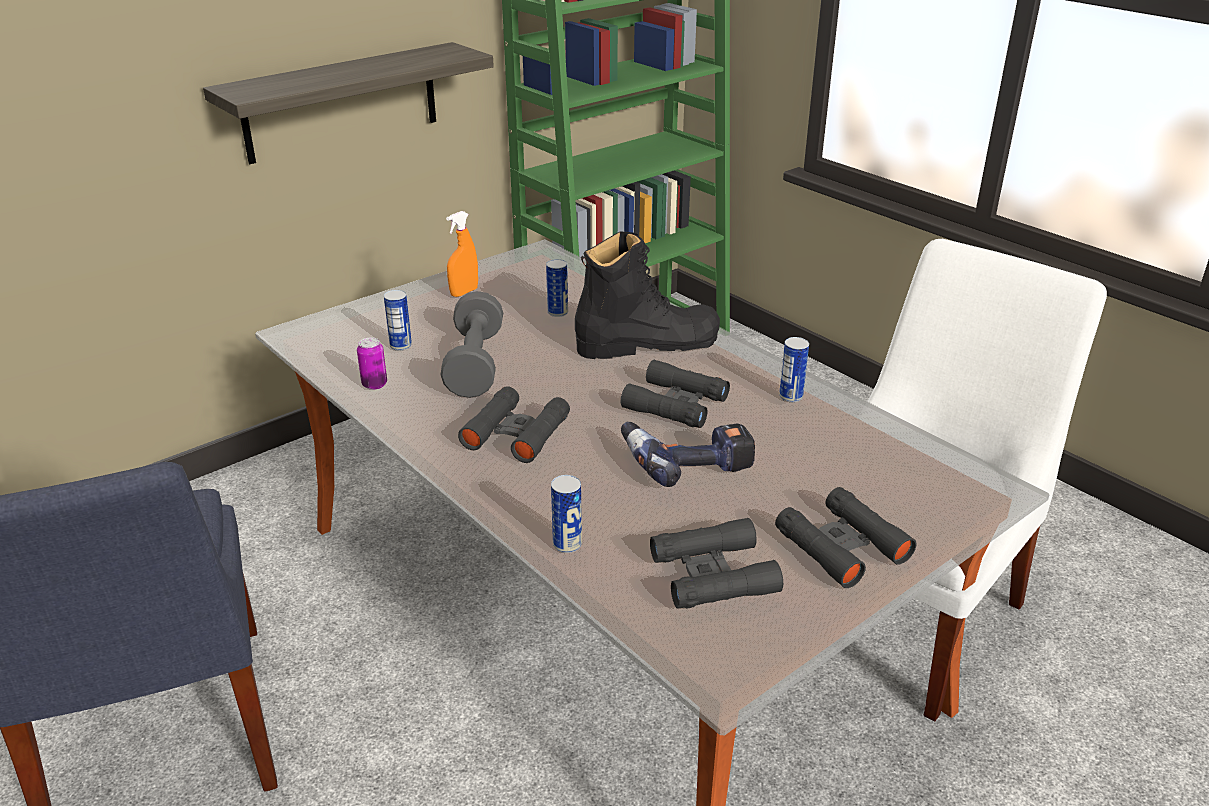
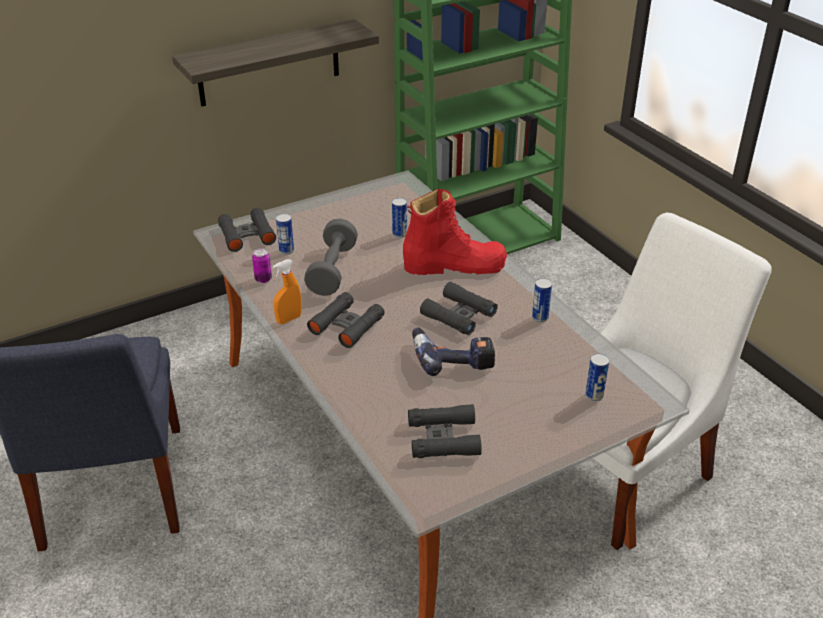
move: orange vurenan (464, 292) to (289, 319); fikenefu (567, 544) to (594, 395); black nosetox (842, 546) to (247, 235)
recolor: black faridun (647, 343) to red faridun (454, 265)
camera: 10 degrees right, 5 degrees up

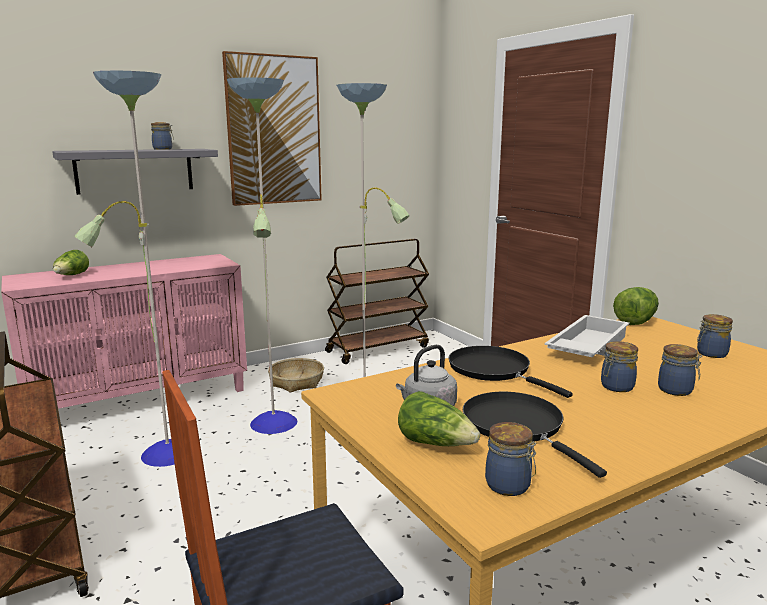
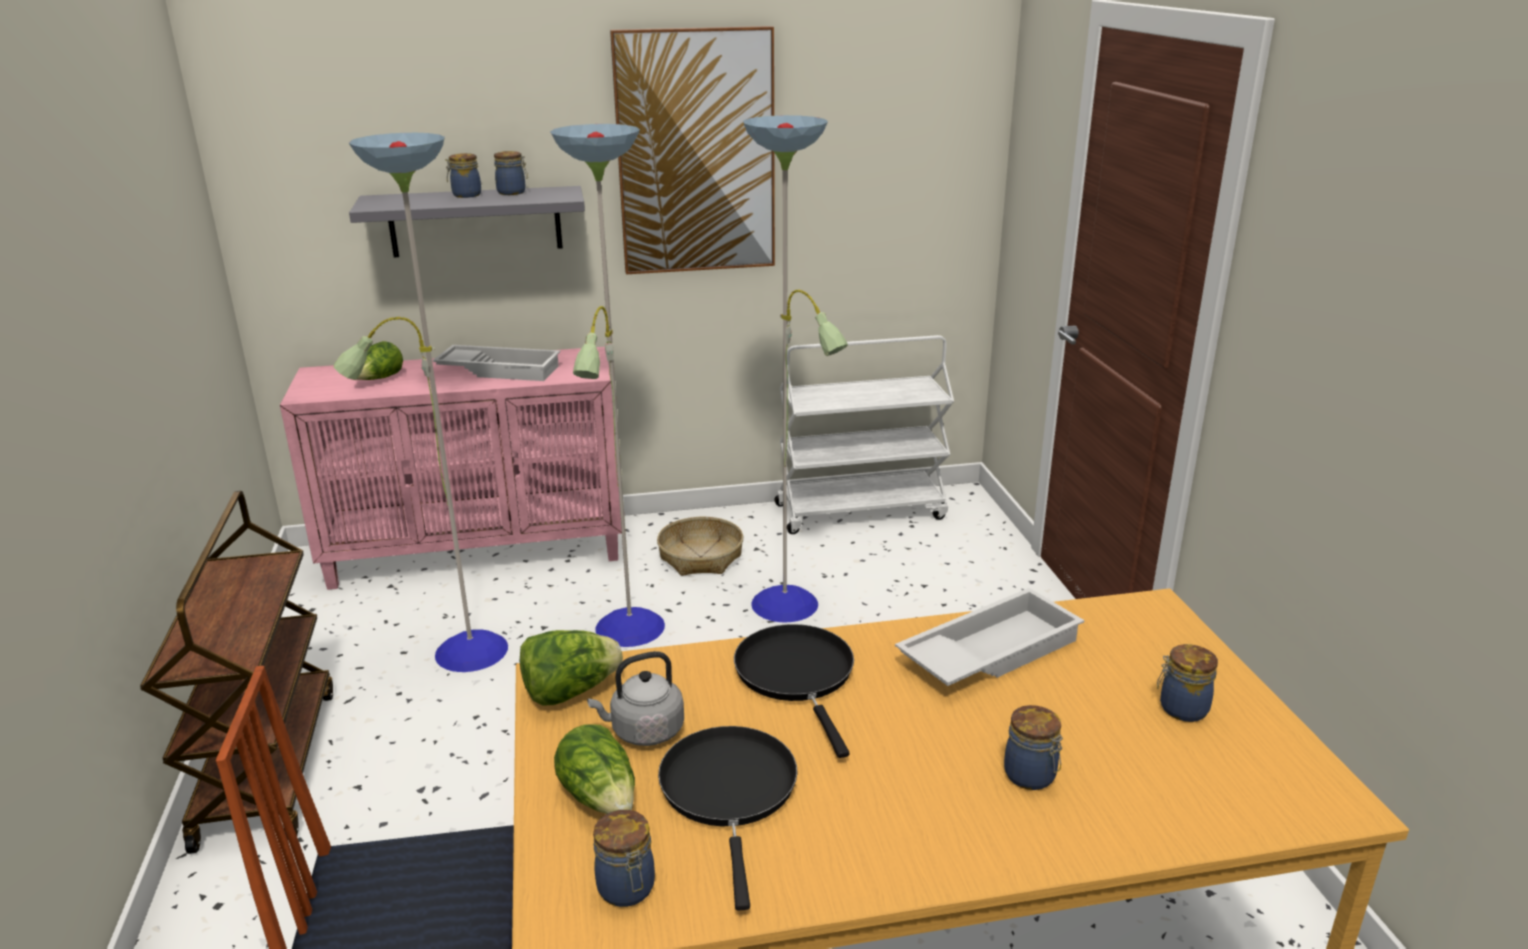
insert: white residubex (500, 369)
move: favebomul (616, 387) to (465, 195); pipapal (636, 321) to (570, 692)
recolor: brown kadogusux (378, 349) to white kadogusux (861, 511)
camera: 20 degrees right, 10 degrees up

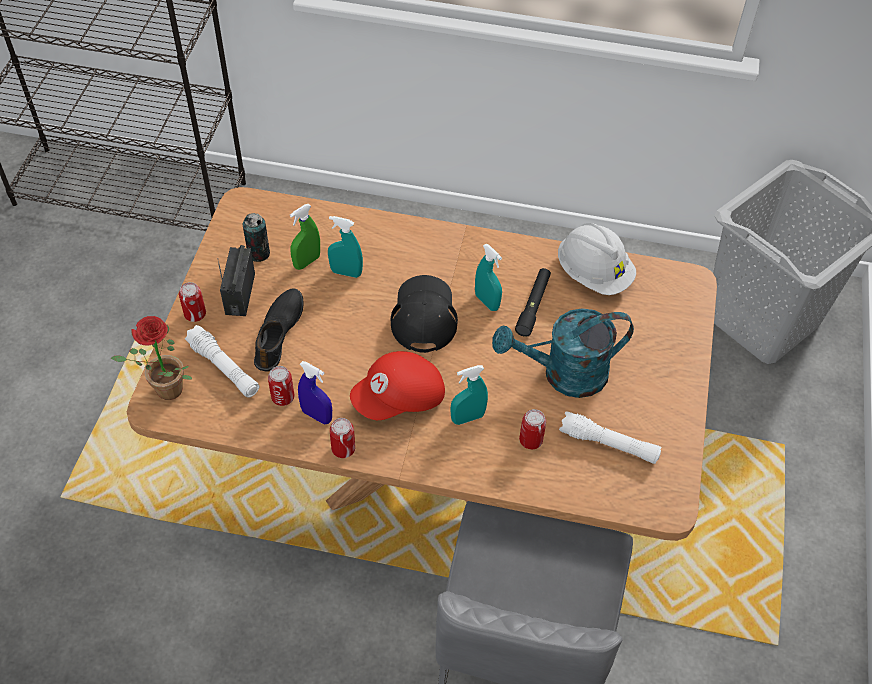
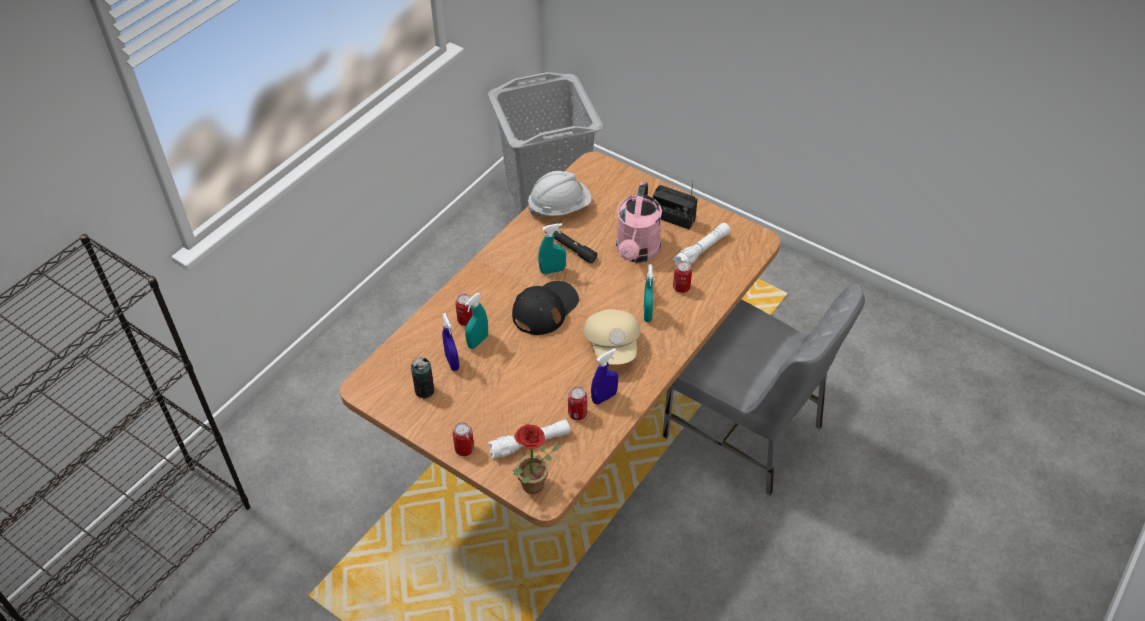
delete: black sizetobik (279, 333)
move: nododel (240, 294) to (673, 218); fikenefu (343, 449) to (466, 320)
recolor: green vurenan (307, 262) to blue vurenan (452, 362); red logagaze (400, 399) to beige logagaze (613, 345); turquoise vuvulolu (563, 375) to pink vuvulolu (637, 253)
rotate: black logagaze (424, 315) = (545, 308) 105 degrees clockwise
camera: 65 degrees left, 5 degrees down

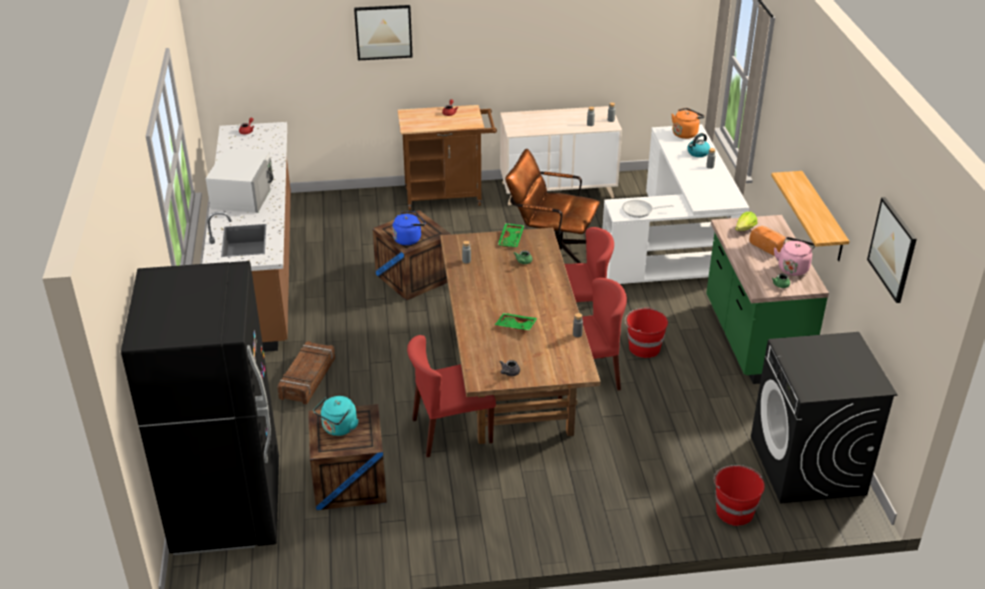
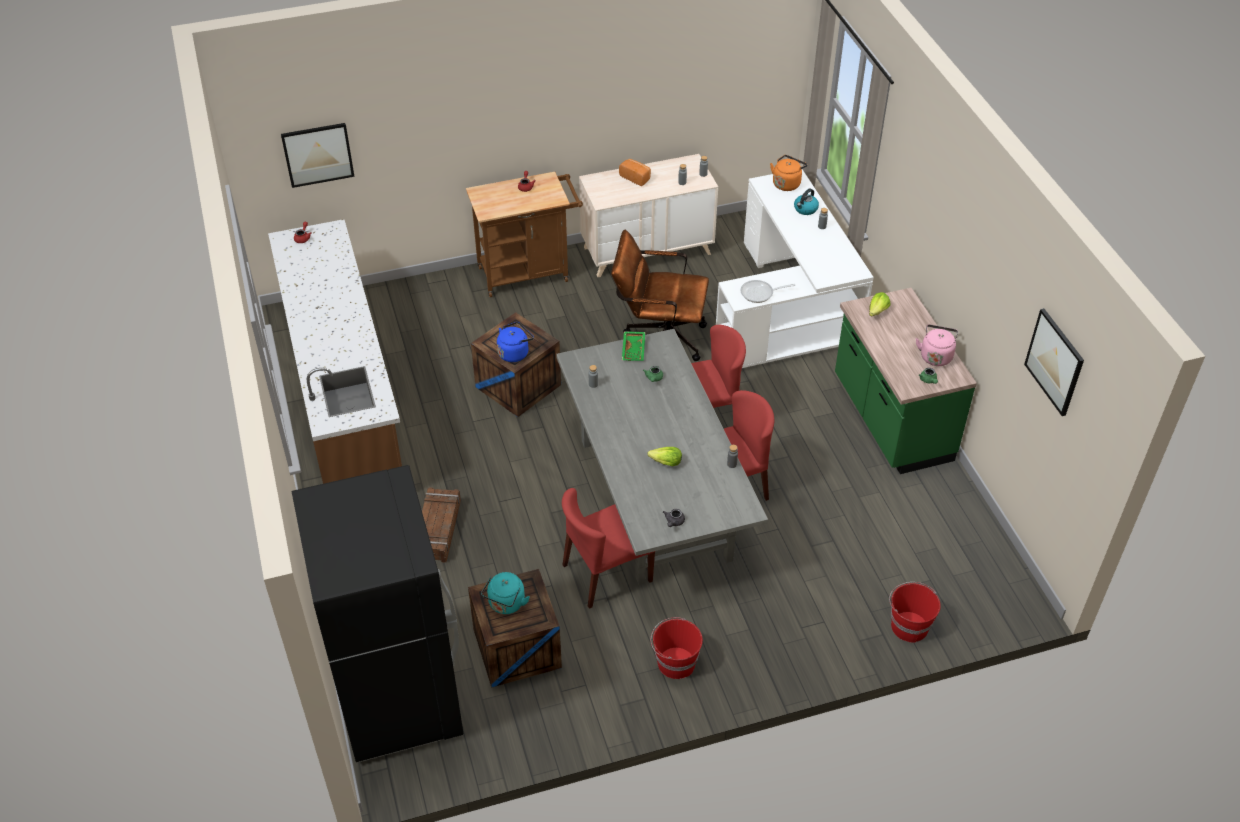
delete: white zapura (243, 194); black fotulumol (808, 466); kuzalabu (822, 217)
move: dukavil (383, 32) to (318, 154); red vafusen (643, 347) to (675, 662); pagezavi (767, 246) to (636, 177)
replace: green residubex (515, 326) to pipapal (666, 462)
recolor: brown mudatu (513, 378) to grey mudatu (655, 500)
camera: 10 degrees left, 10 degrees up

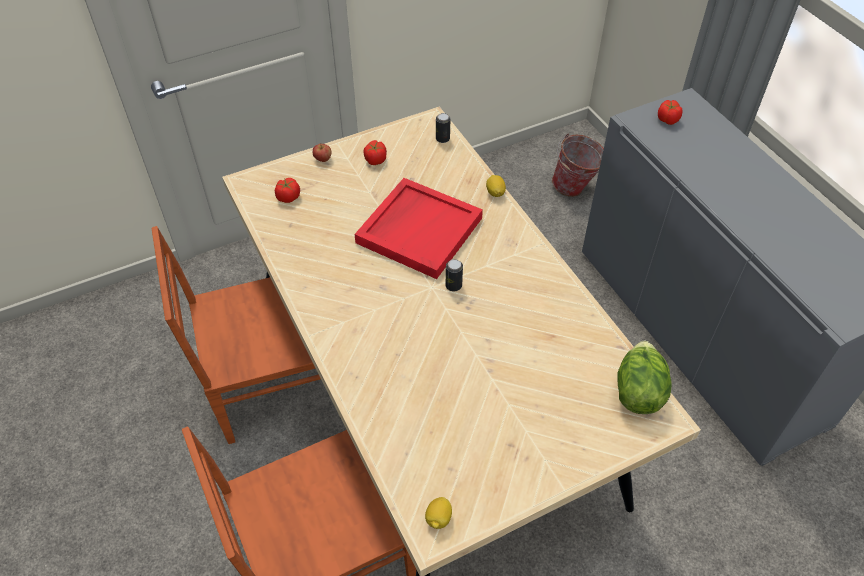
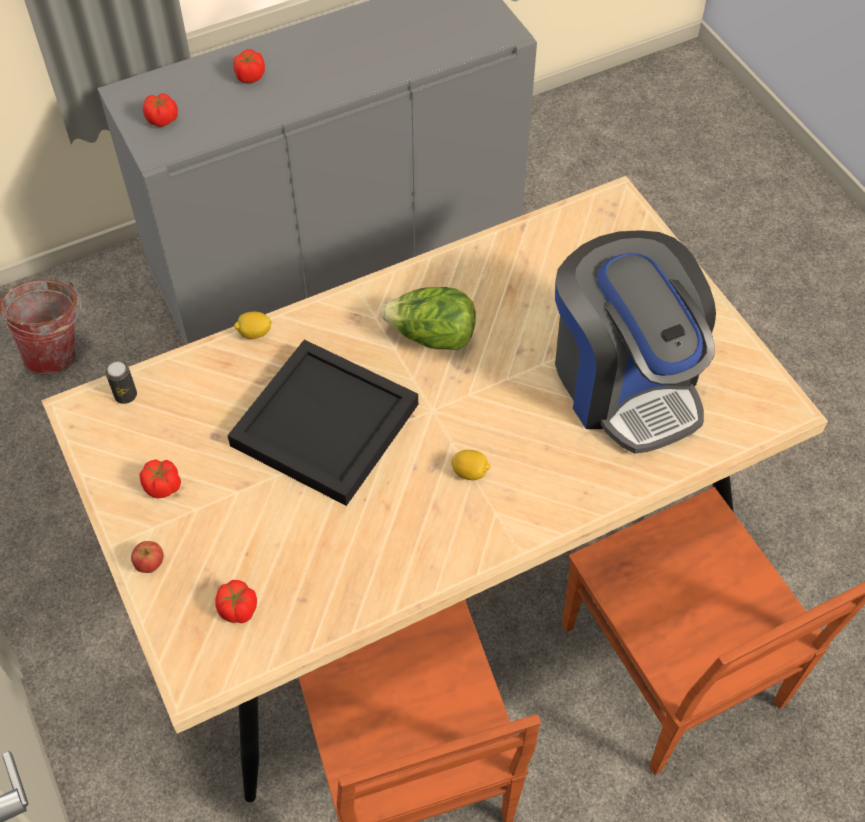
delete: fikenefu (453, 285)
insert: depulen (250, 76); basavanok (625, 381)
move: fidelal (438, 518) to (470, 472); pipapal (638, 391) to (432, 337)
recolor: red residubex (419, 229) to black residubex (323, 425)
camera: 90 degrees left, 5 degrees up

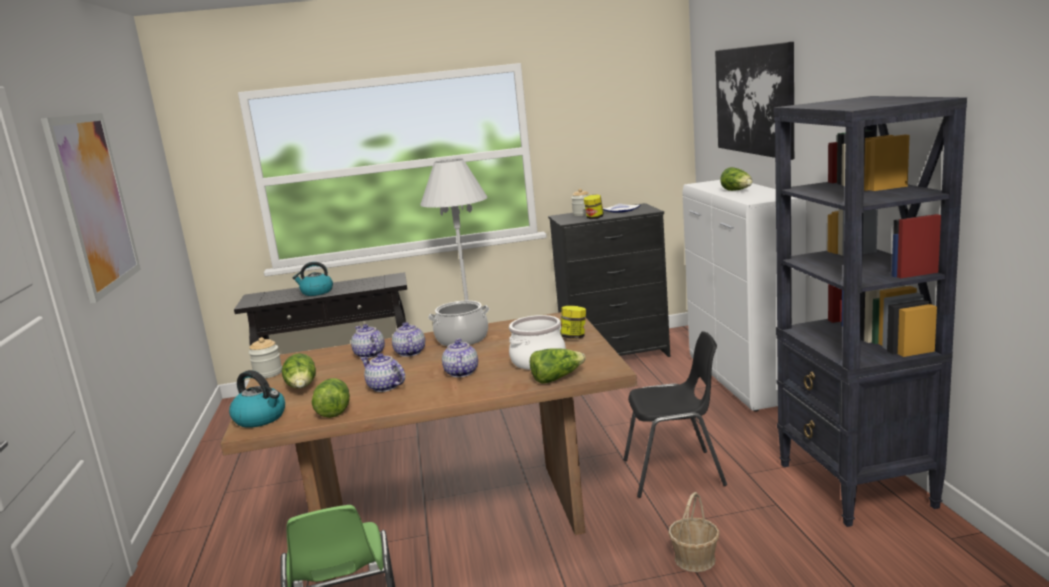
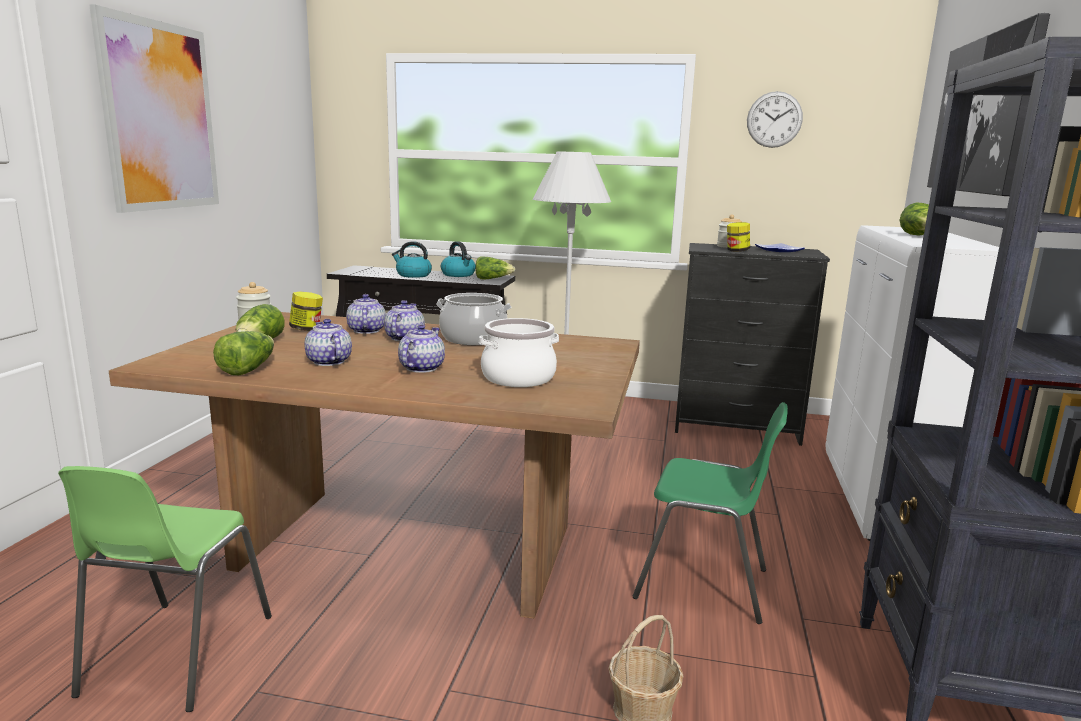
insert: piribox (774, 119)
move: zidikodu (261, 418) to (458, 275); pipapal (556, 378) to (492, 279); favebomul (574, 337) to (307, 329)
recolor: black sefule (675, 473) to green sefule (703, 584)
camera: 20 degrees right, 0 degrees up

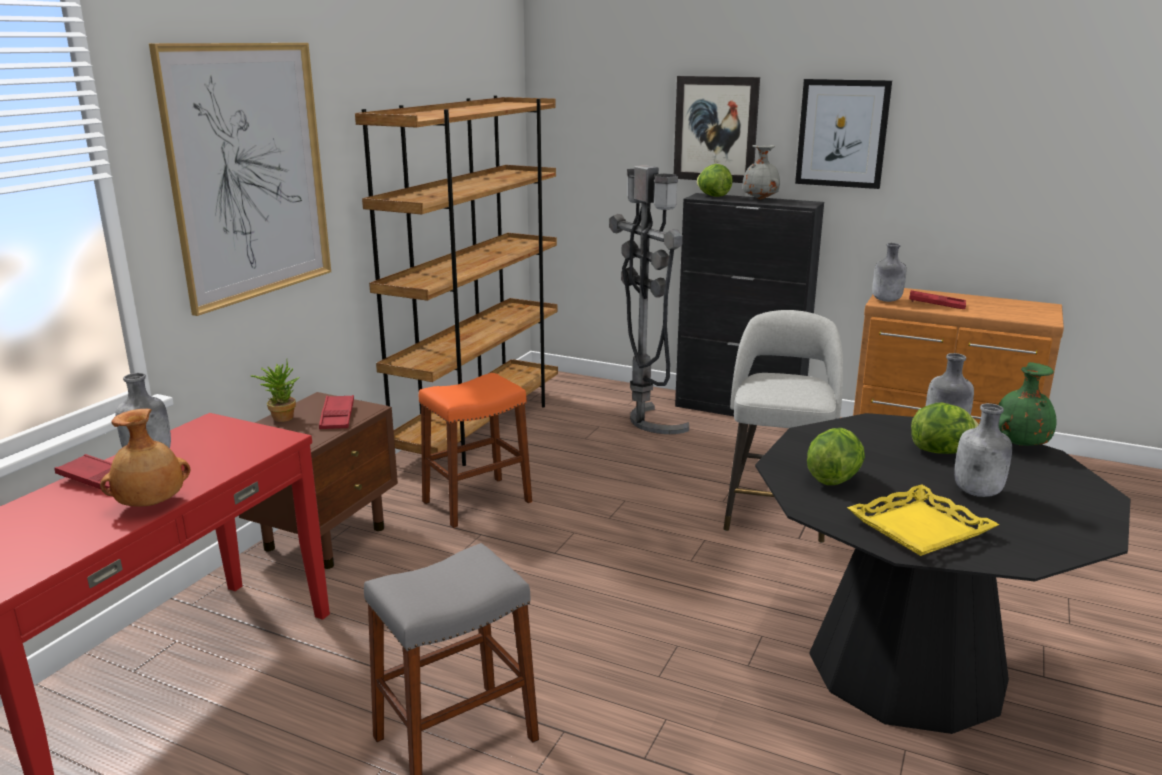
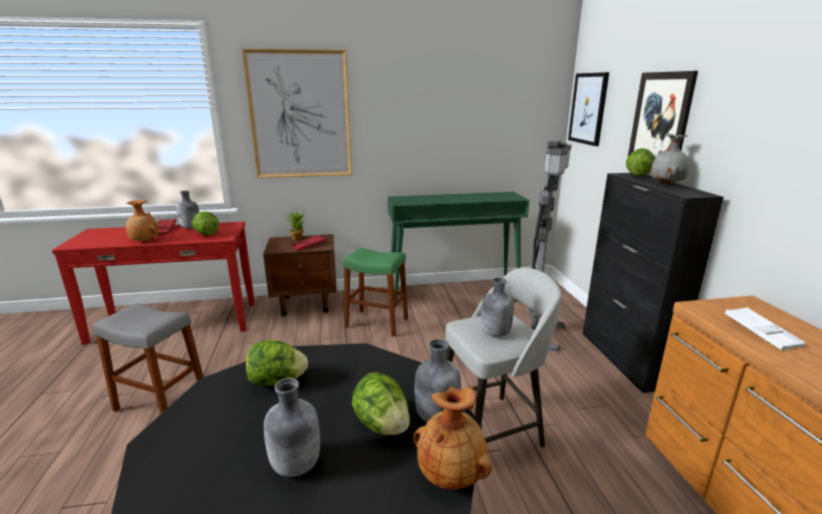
delete: yellow residubex (919, 528)
insert: pipapal (206, 234)
move: dukavil (842, 133) to (588, 108); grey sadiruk (886, 300) to (494, 333)
replace: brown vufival (479, 428) to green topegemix (454, 292)
recolor: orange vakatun (477, 502) to green vakatun (376, 322); red residubex (936, 304) to white residubex (761, 332); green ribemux (1018, 444) to brown ribemux (451, 473)
camera: 55 degrees right, 0 degrees up

